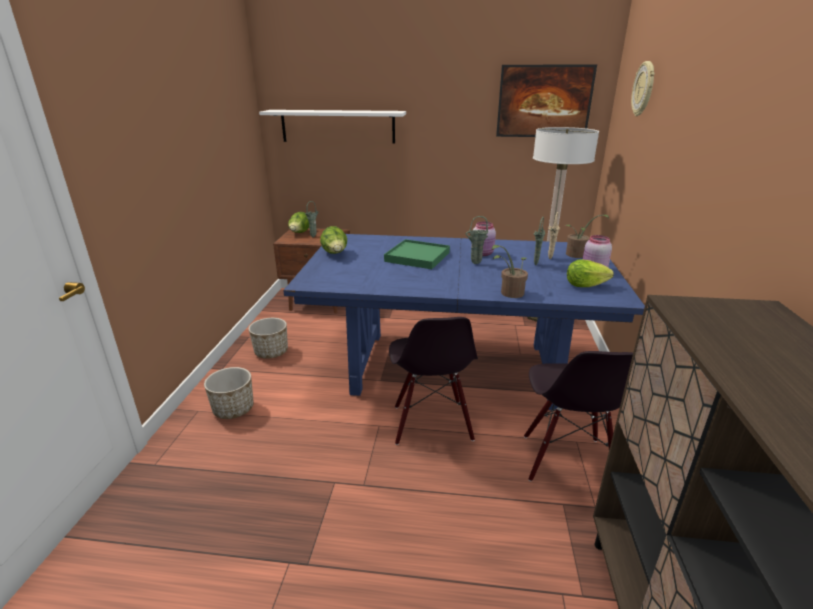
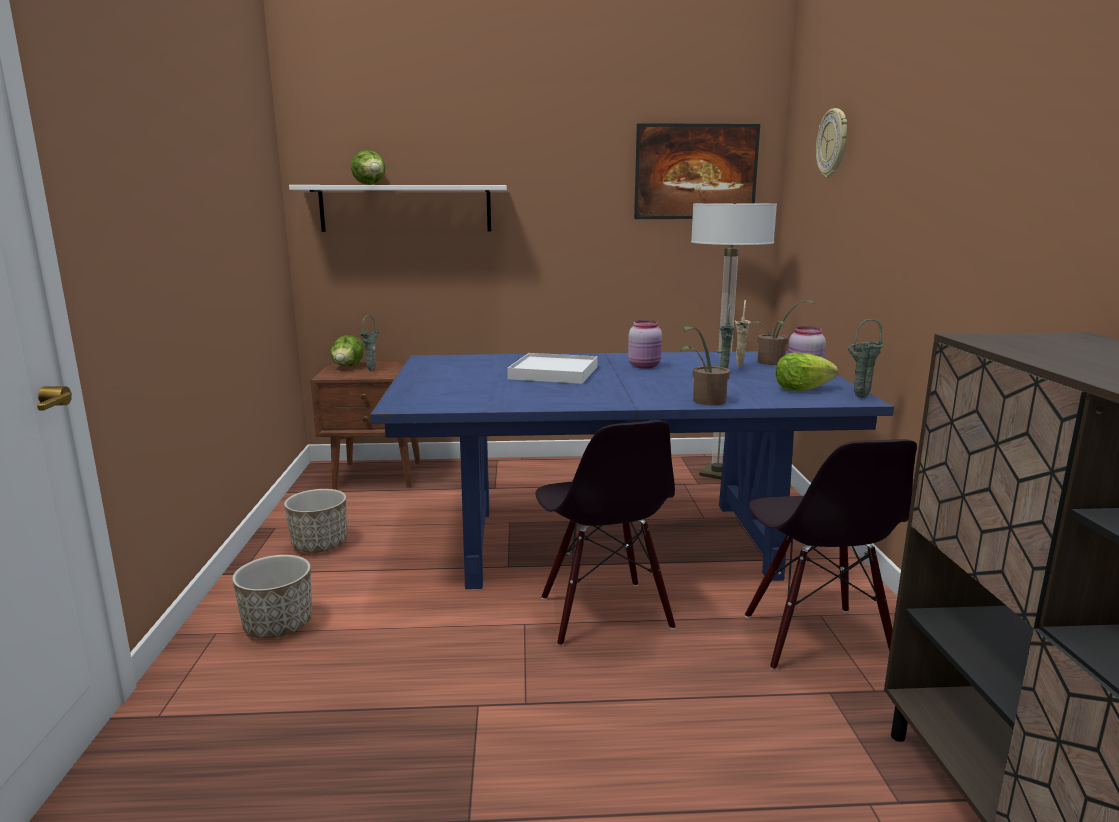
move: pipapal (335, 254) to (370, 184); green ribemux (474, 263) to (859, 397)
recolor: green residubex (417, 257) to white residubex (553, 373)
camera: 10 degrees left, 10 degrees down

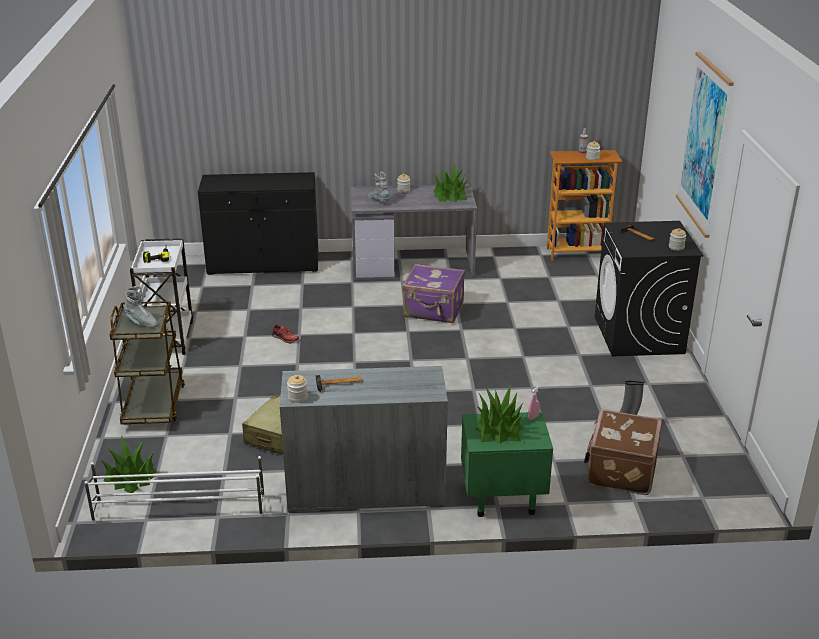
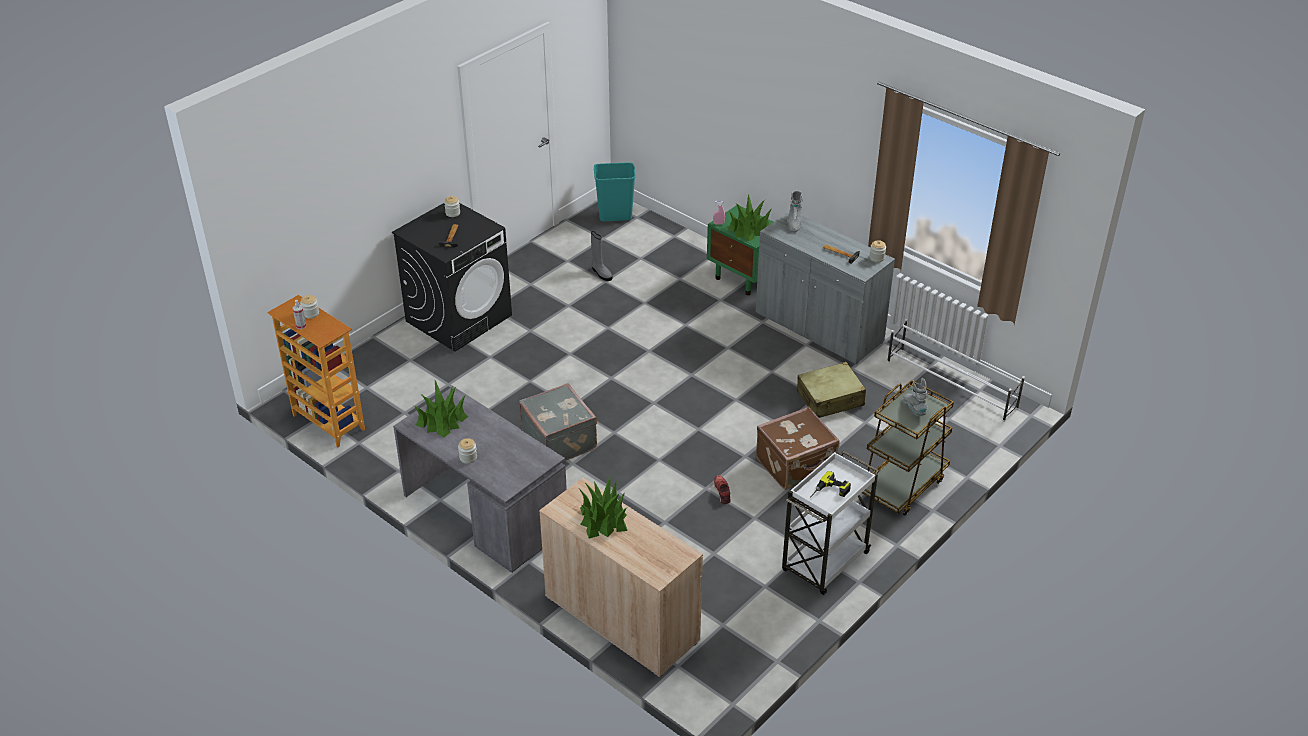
delete: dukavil (704, 144)
insert: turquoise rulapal (615, 215)
move: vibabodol (131, 477) to (603, 519); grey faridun (379, 201) to (794, 223); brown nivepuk (620, 471) to (796, 465)
recolor: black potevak (263, 264) to beige potevak (622, 619); purple nivepuk (434, 311) to grey nivepuk (560, 440)
camera: 135 degrees left, 10 degrees up

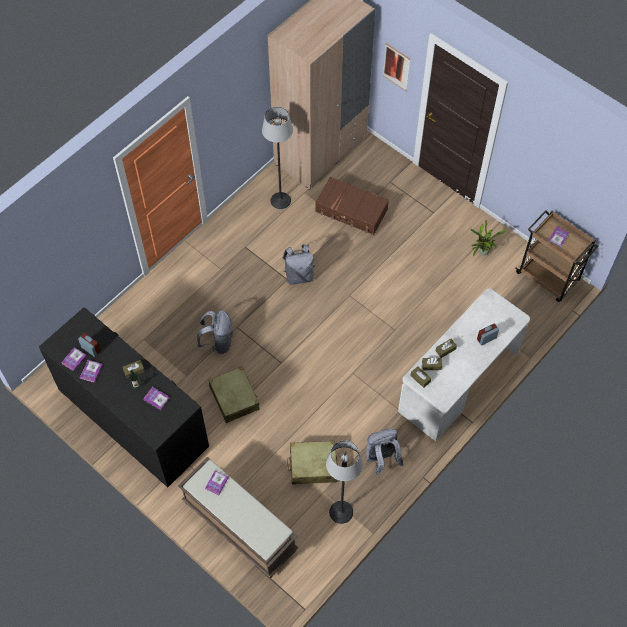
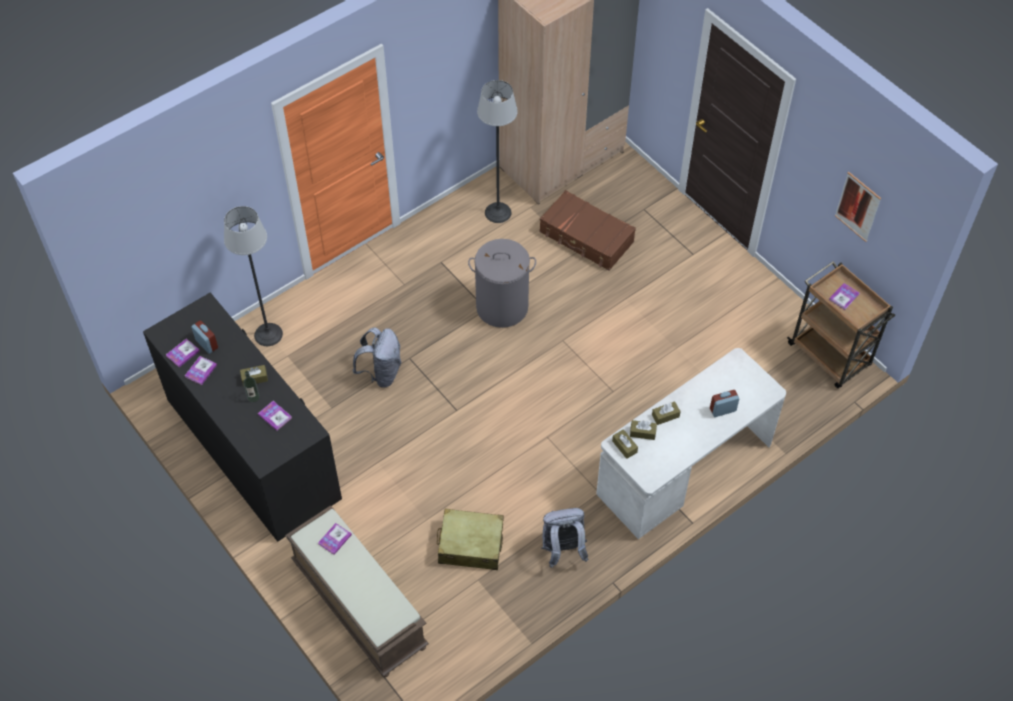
delete: beige nivepuk (234, 398); vibabodol (482, 252)
move: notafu (341, 511) to (268, 334); dukavil (396, 67) to (857, 206)
replace: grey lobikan (299, 275) to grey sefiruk (502, 307)
camera: 10 degrees right, 5 degrees down

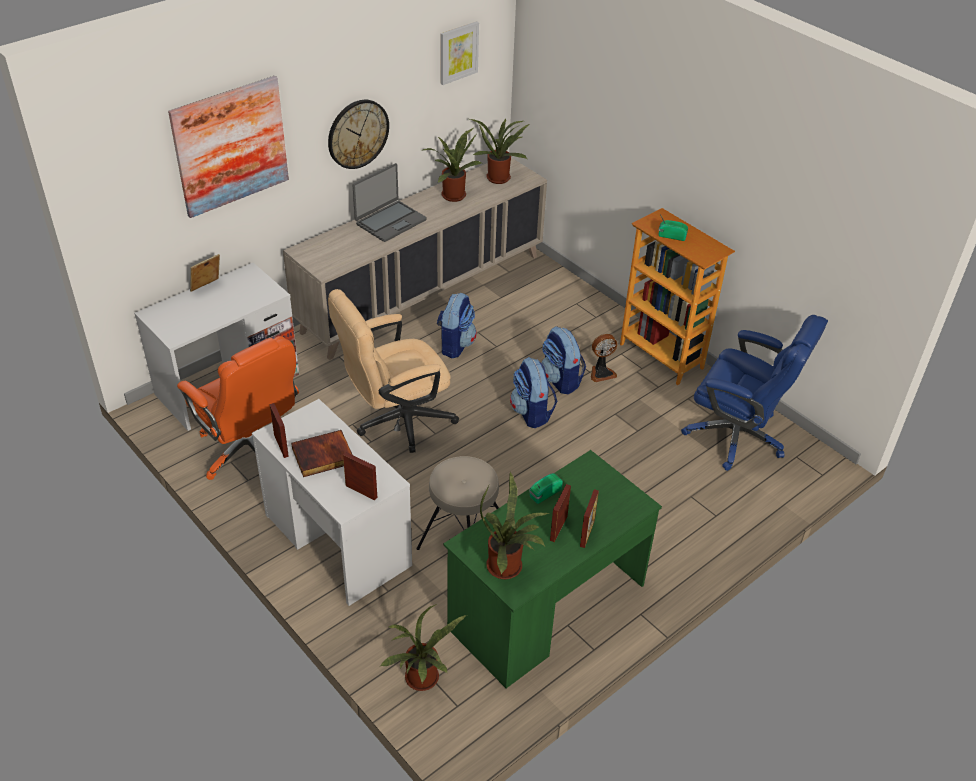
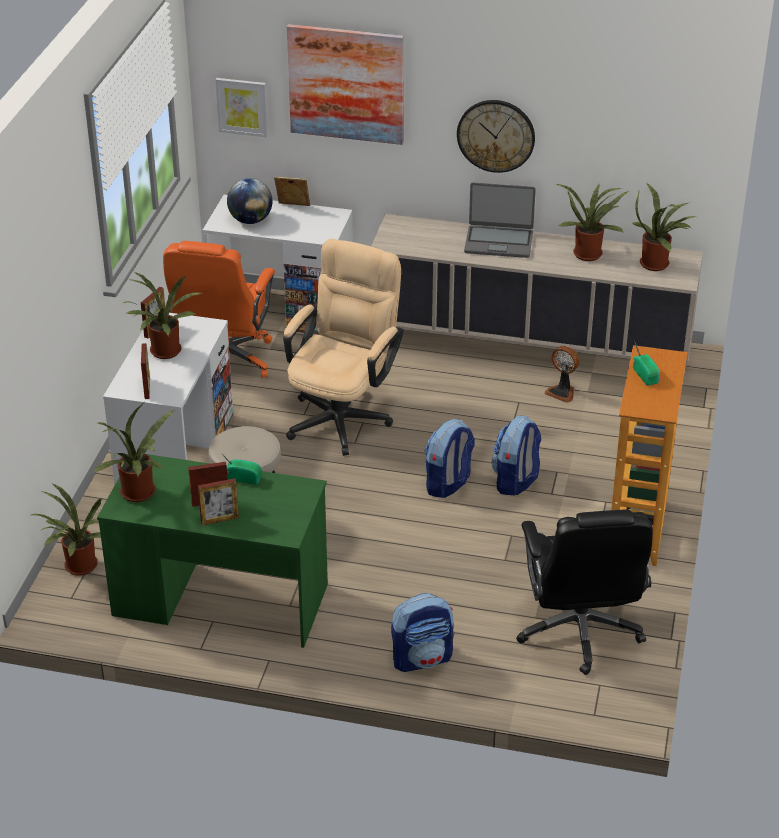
insert: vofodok (250, 220)
move: lobikan (455, 344) to (422, 658); dukavil (458, 52) to (242, 106); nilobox (601, 373) to (562, 392)
replace: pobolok (322, 457) to vibabodol (164, 353)
recolor: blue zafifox (737, 436) to black zafifox (580, 630)
rotate: beige zafifox (396, 421) = (343, 415) 90 degrees clockwise
camera: 55 degrees right, 5 degrees down

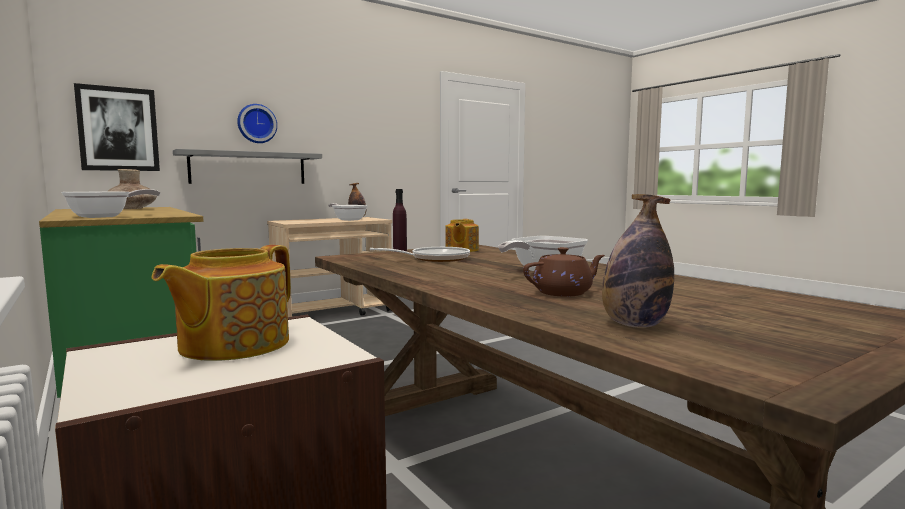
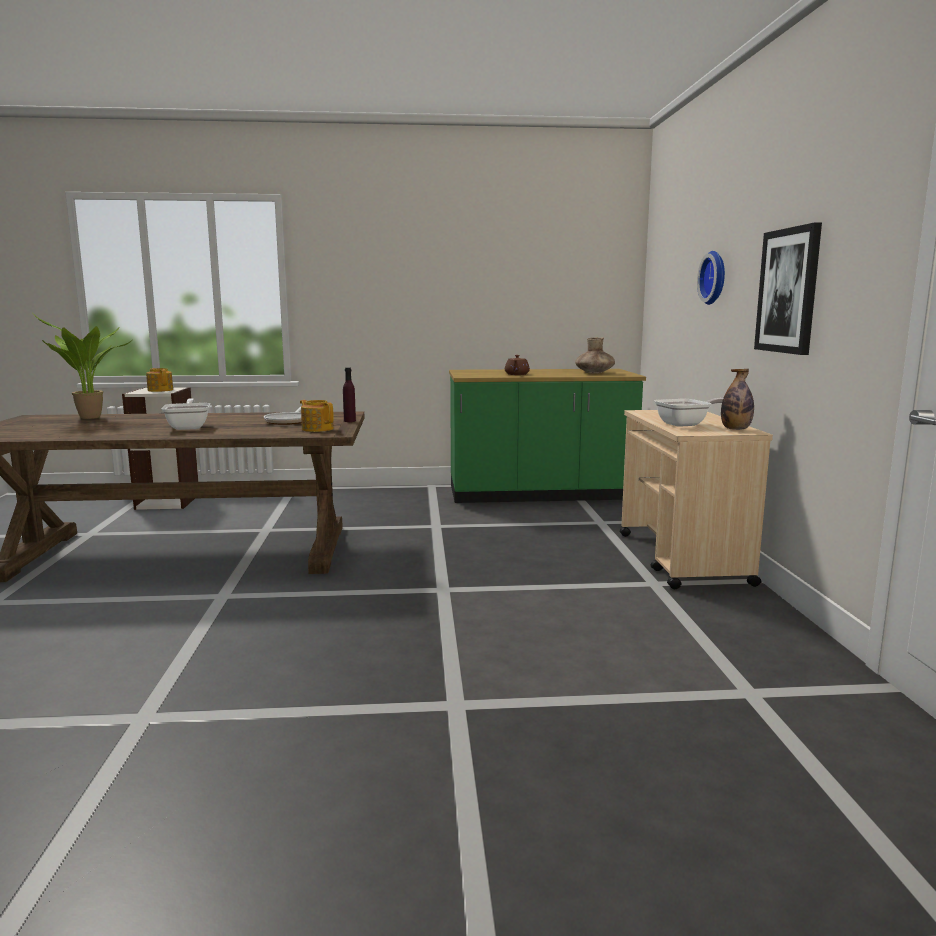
delete: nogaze (105, 216); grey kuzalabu (248, 168)
move: dukavil (118, 129) to (788, 291); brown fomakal (563, 293) to (516, 374)
replace: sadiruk (634, 325) to vibabodol (89, 418)
camera: 120 degrees right, 5 degrees up

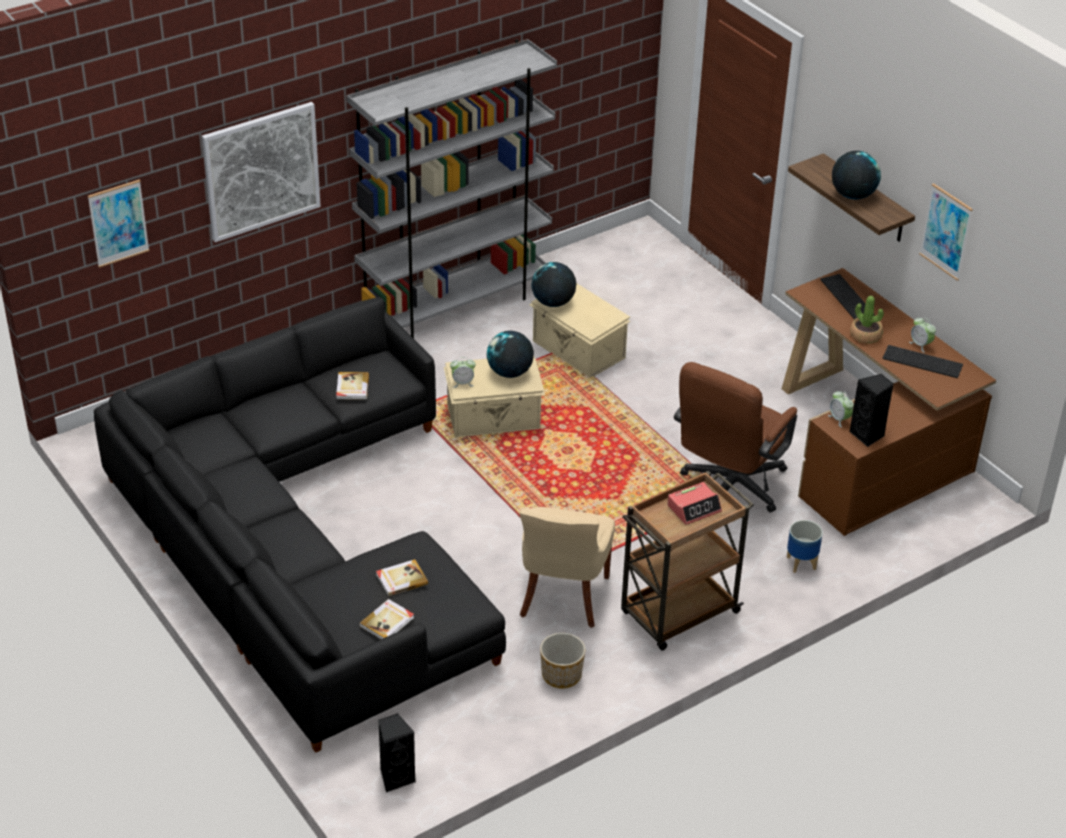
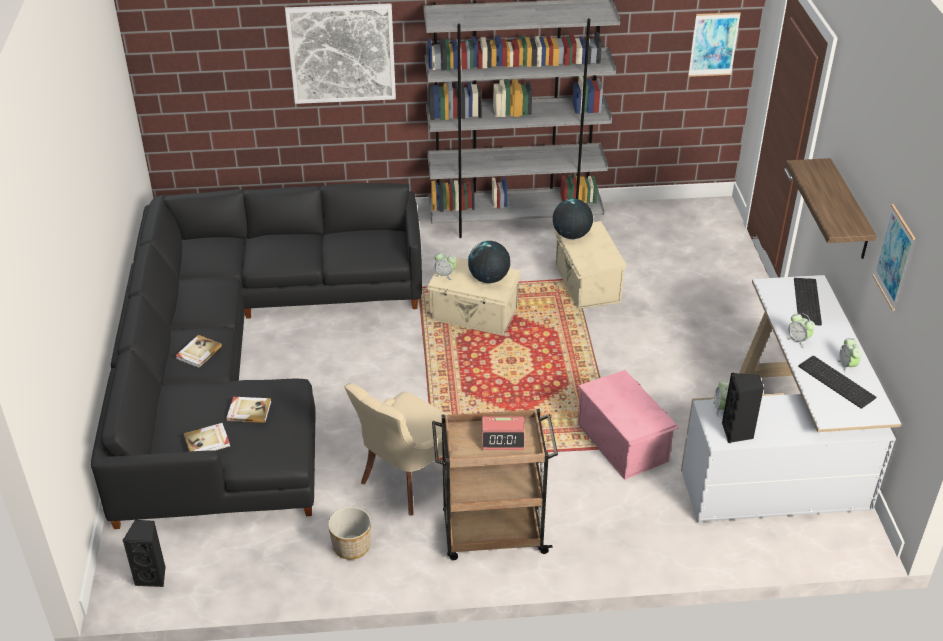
delete: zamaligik (801, 563); vofodok (852, 195)
move: dukavil (118, 223) to (713, 44); pobolok (352, 387) to (198, 353)
replace: brown zafifox (728, 489) to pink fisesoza (623, 442); vibabodol (865, 335) to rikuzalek (798, 340)
recolor: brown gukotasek (868, 448) to white gukotasek (782, 451)
camera: 30 degrees right, 0 degrees up

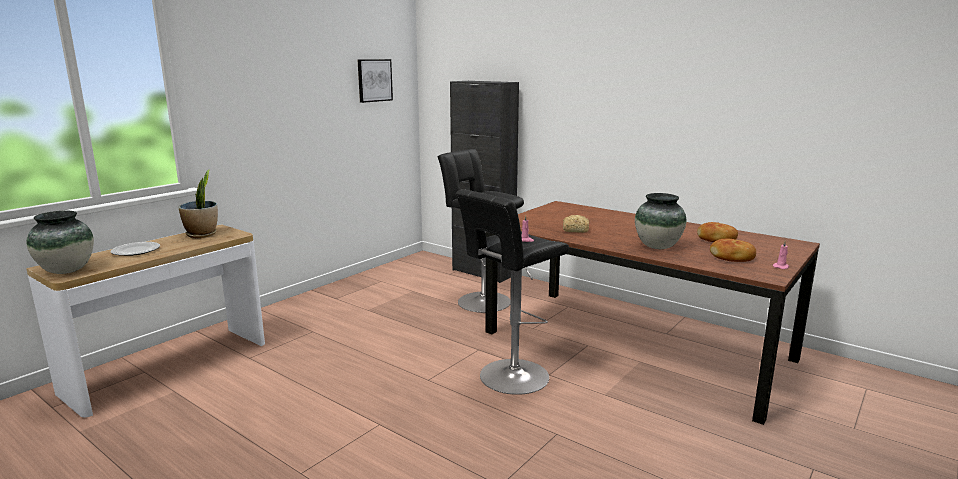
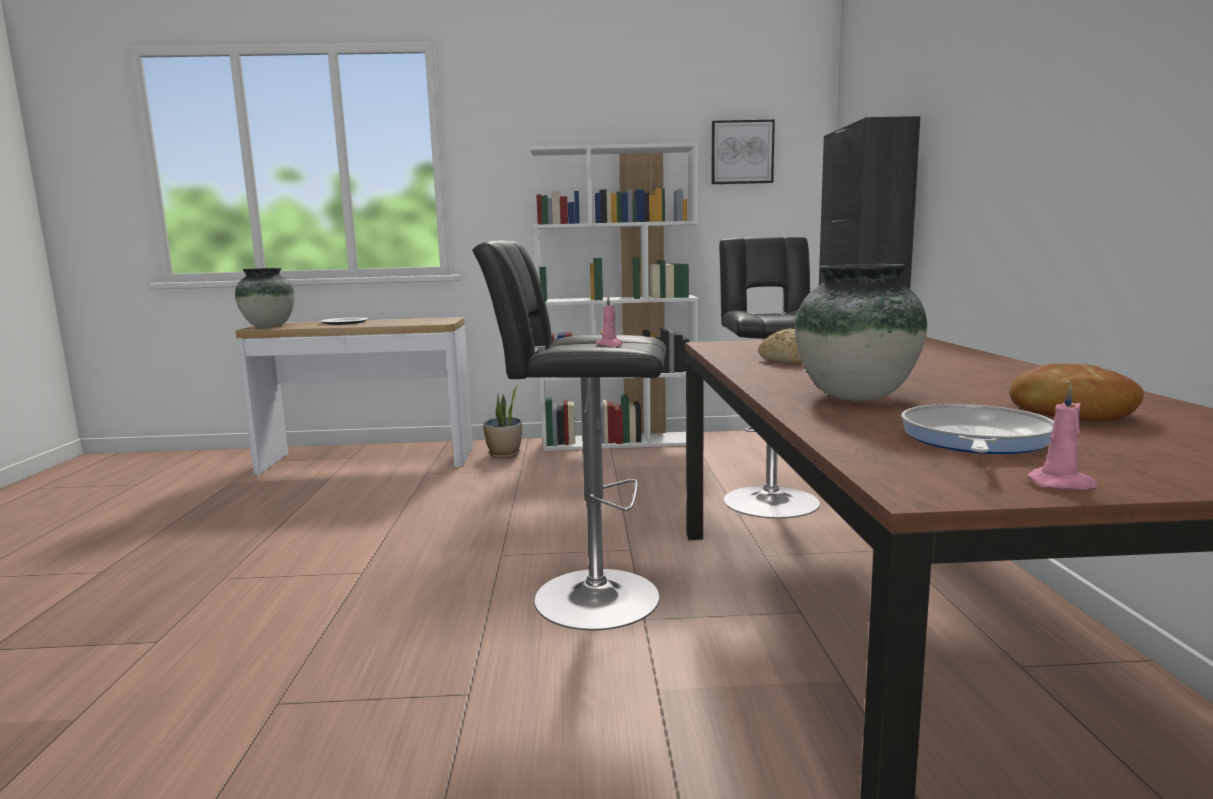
insert: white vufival (620, 442)
move: vibabodol (202, 234) to (504, 455)
replace: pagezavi (732, 257) to nogaze (973, 440)
camera: 50 degrees right, 5 degrees down

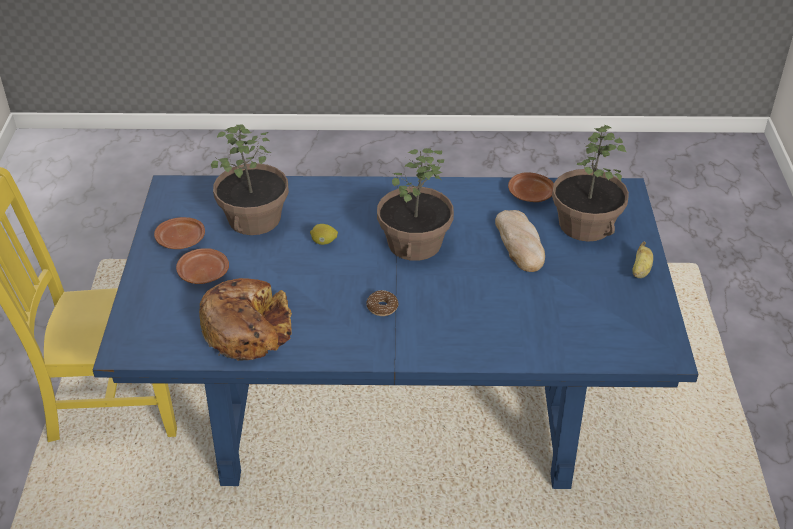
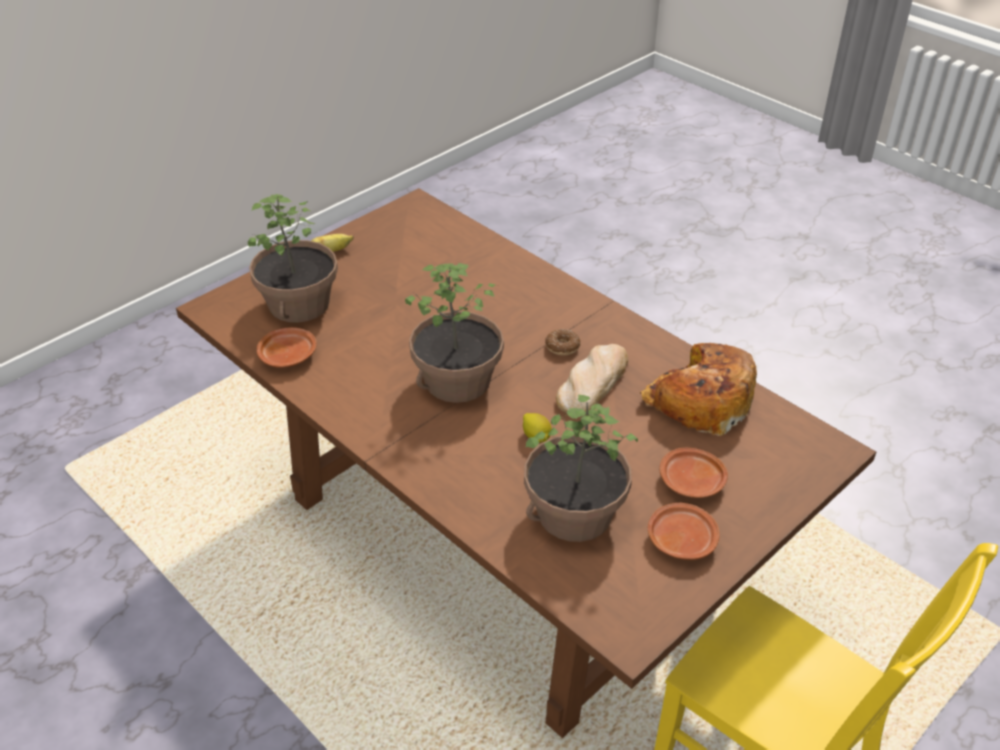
move: pagezavi (520, 243) to (593, 382)
recolor: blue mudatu (398, 409) to brown mudatu (497, 542)
camera: 135 degrees left, 0 degrees up

